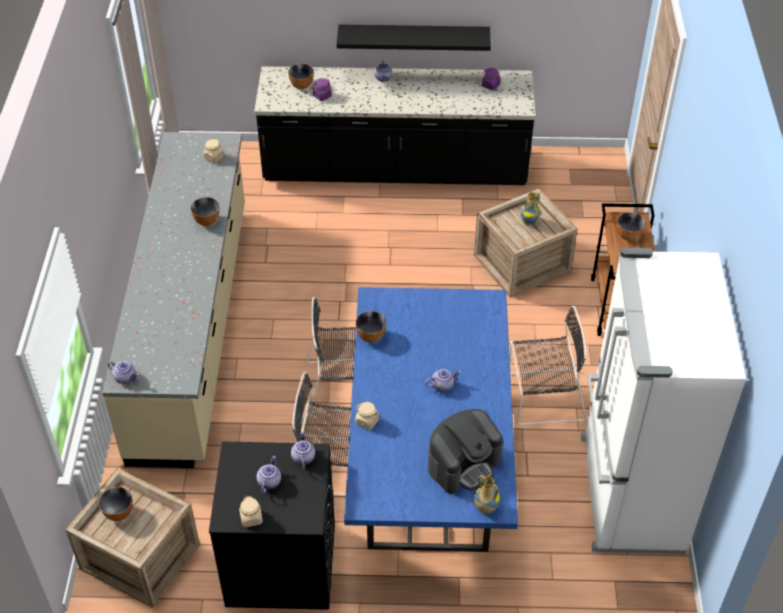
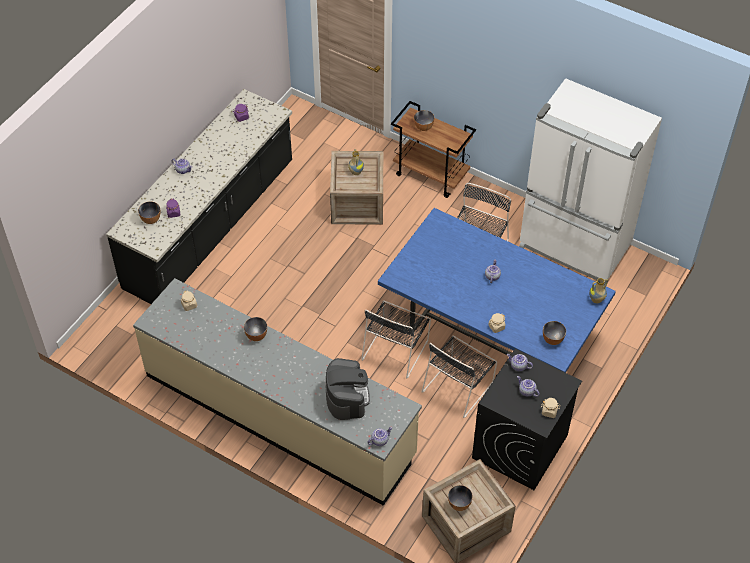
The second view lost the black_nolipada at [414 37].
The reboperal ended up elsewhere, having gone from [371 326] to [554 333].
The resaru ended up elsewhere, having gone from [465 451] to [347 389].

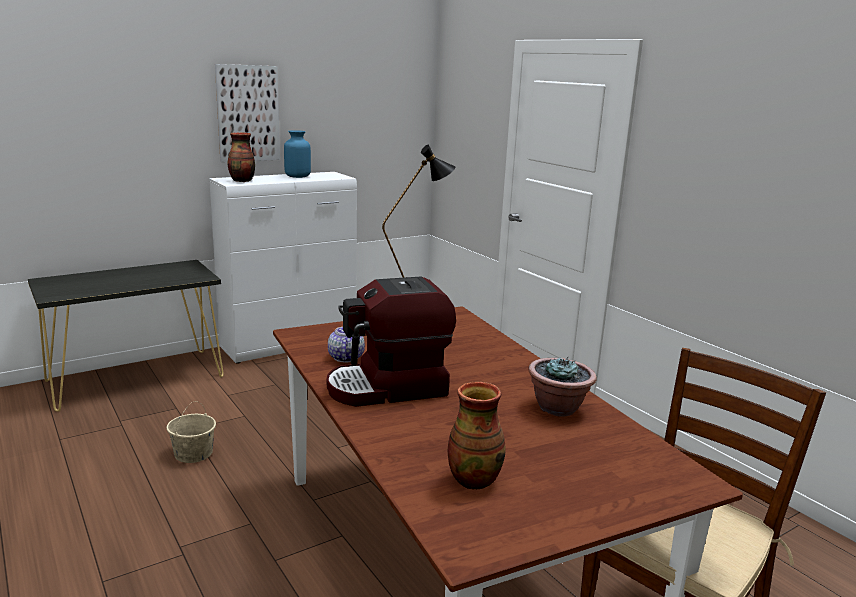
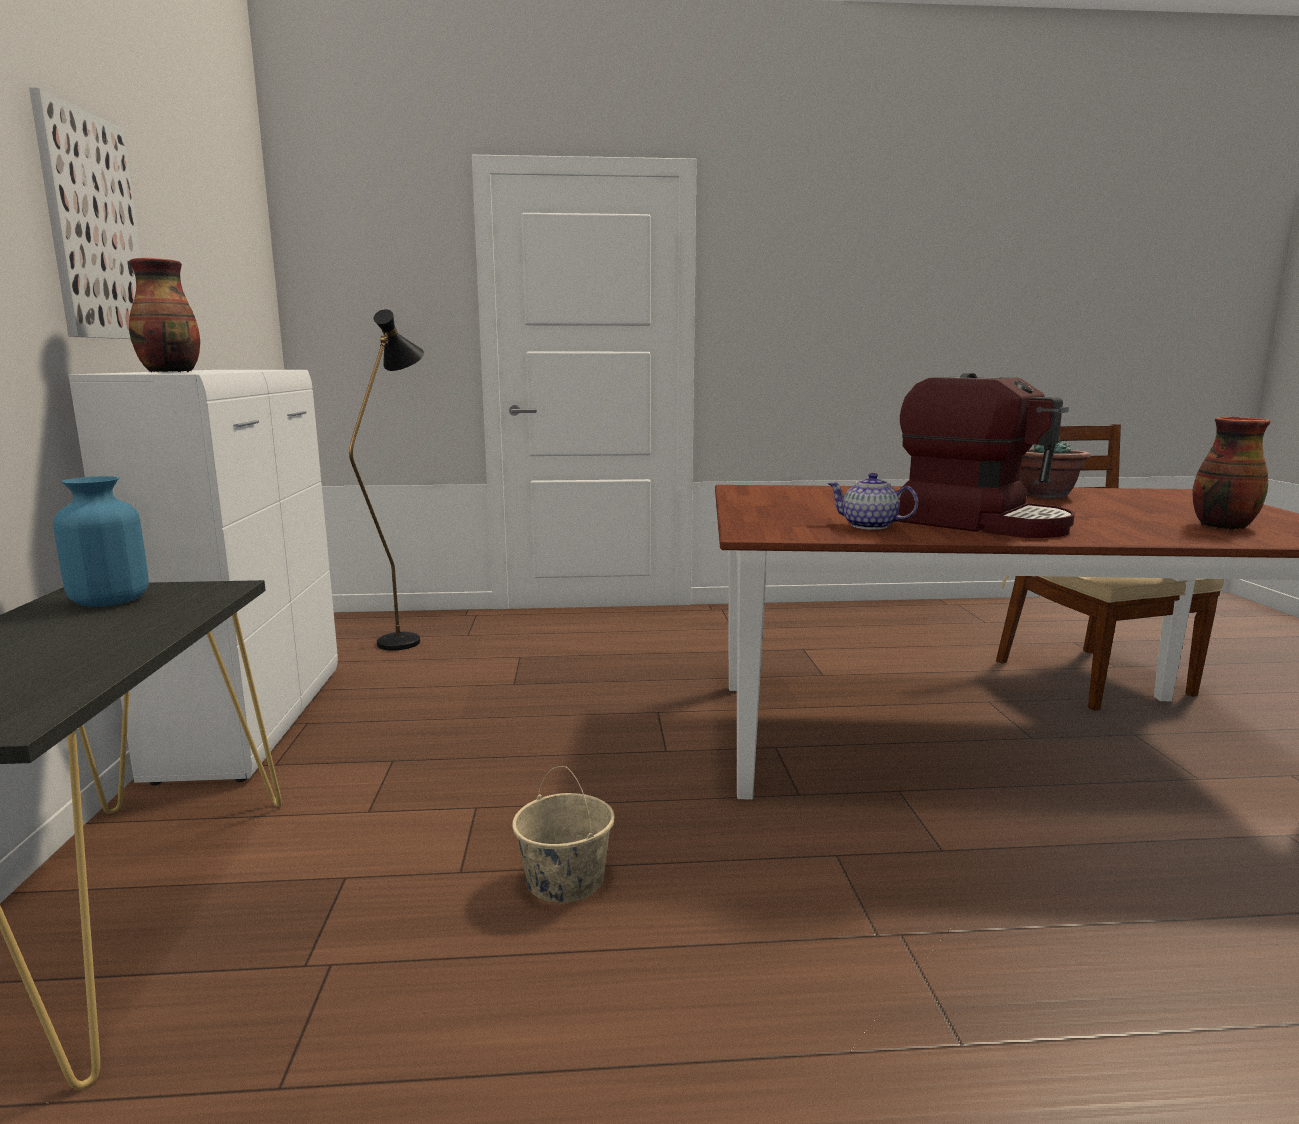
The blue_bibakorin ended up elsewhere, having gone from [297 154] to [101 541].
The resaru at [391 341] ended up facing another way, 60 degrees counterclockwise from before.

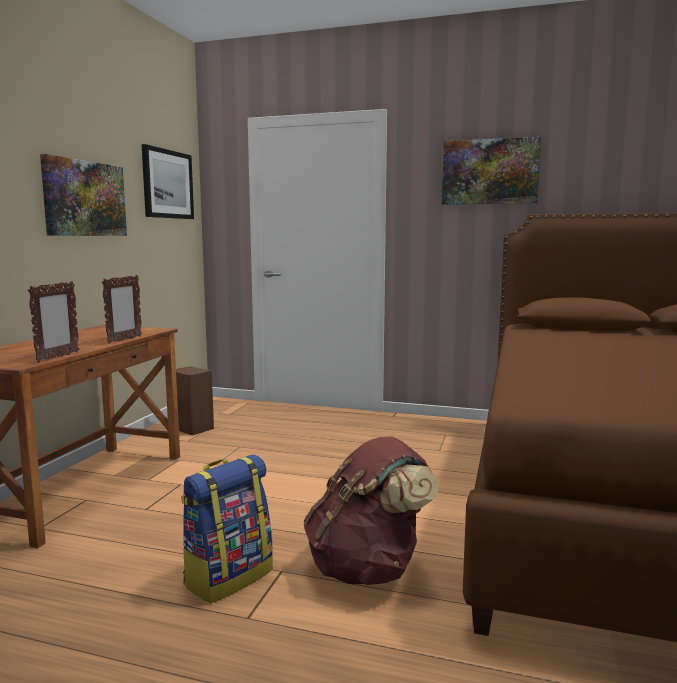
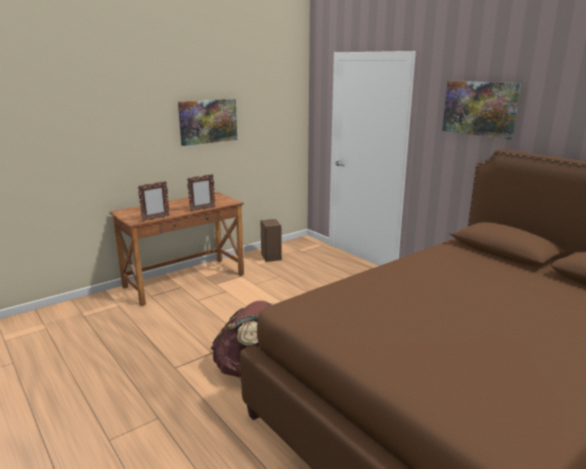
The second view lost the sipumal at [168 181].
The second view lost the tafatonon at [227 529].

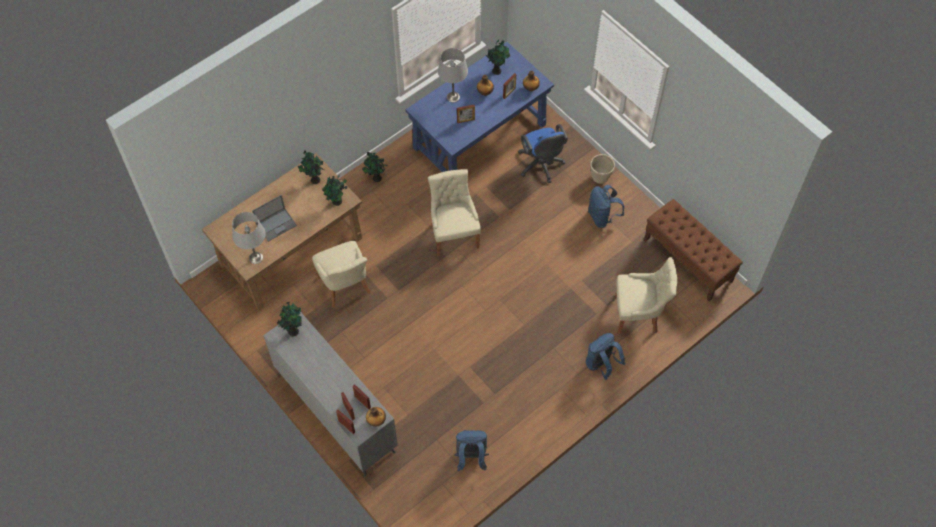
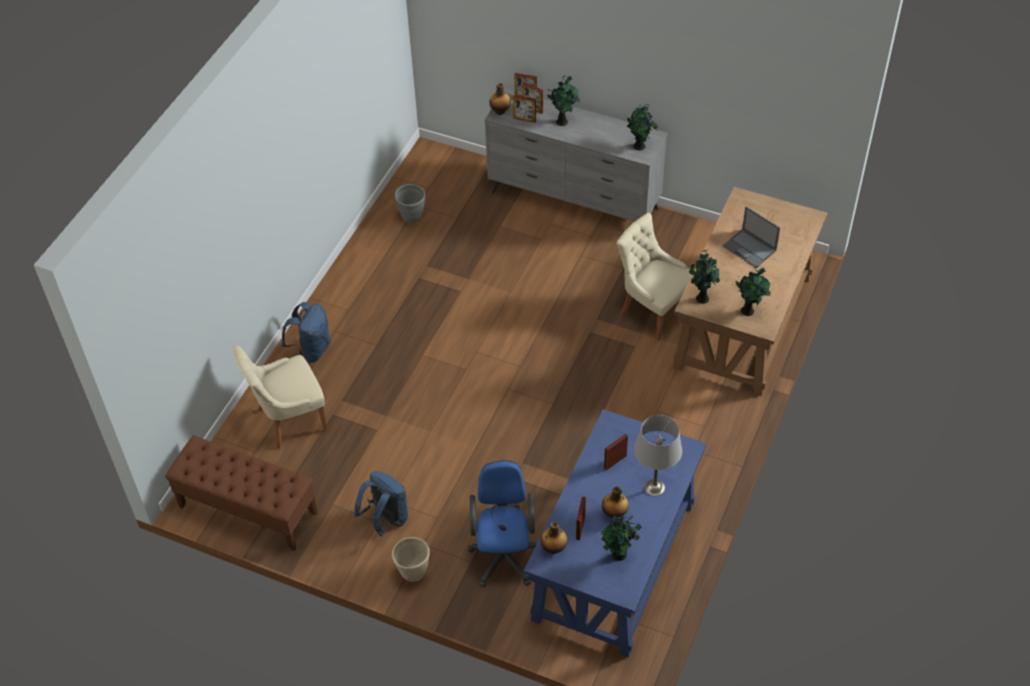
The second view lost the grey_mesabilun at [249 238].
The second view lost the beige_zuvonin at [454 212].
The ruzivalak ended up elsewhere, having gone from [374 167] to [563 100].
Where the blue_tafatonon stood at [471 450], the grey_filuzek came to stand at [410 203].
The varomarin at [274 218] ended up facing another way, 75 degrees counterclockwise from before.
The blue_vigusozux at [543 153] ended up facing another way, 45 degrees clockwise from before.

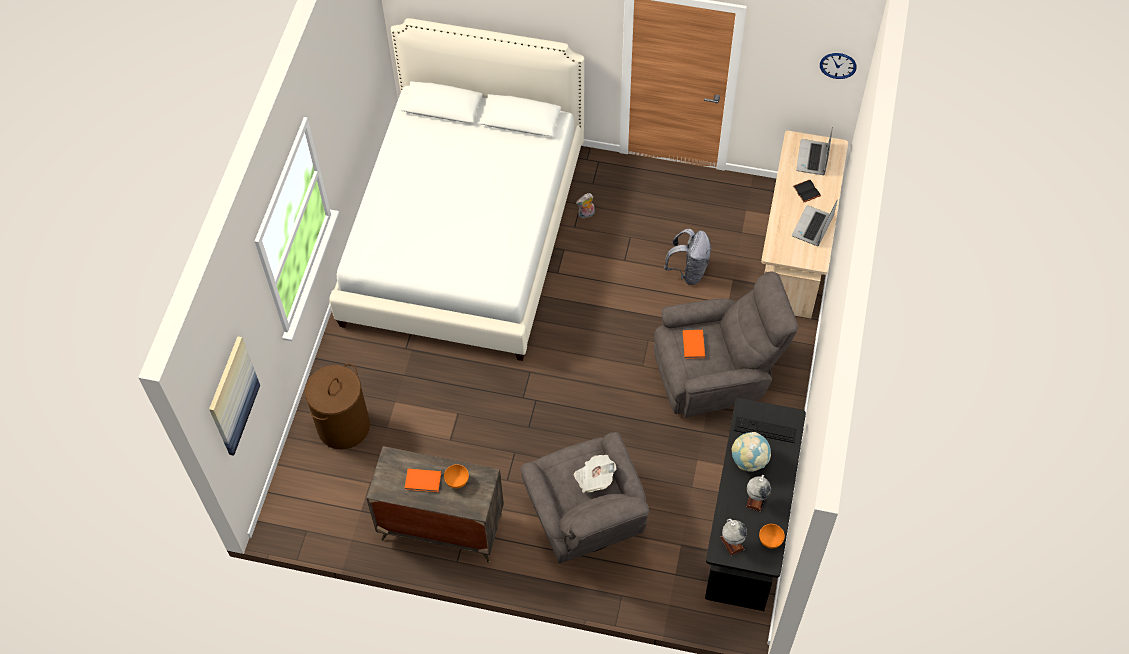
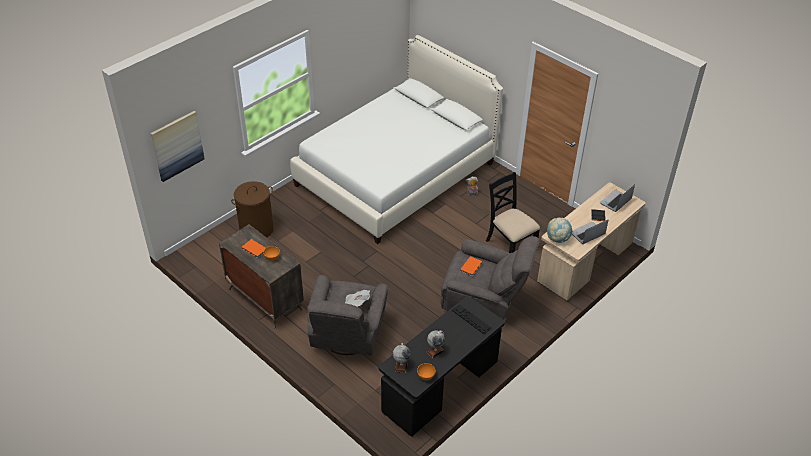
The second view lost the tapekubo at [838 66].
The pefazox ended up elsewhere, having gone from [751 452] to [559 230].
Where the grey_tafatonon stood at [687 257], the black_zuvonin came to stand at [513 212].

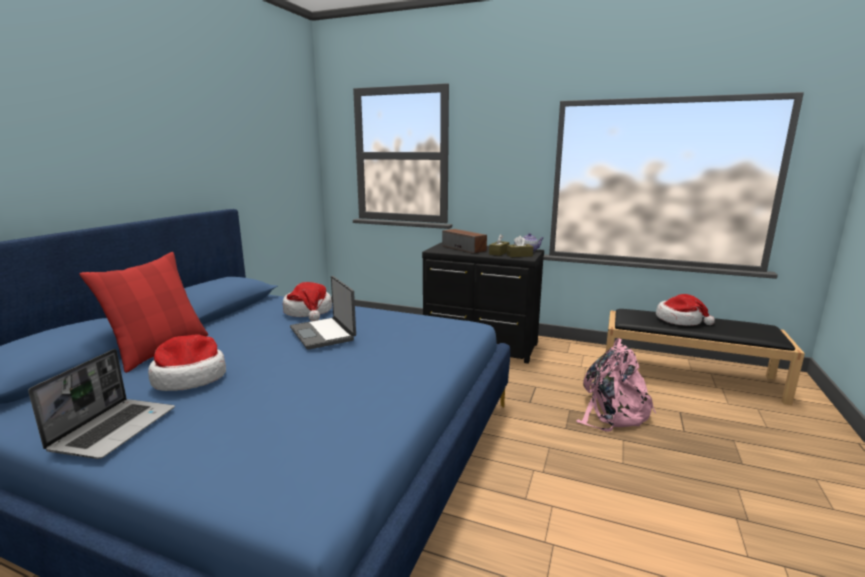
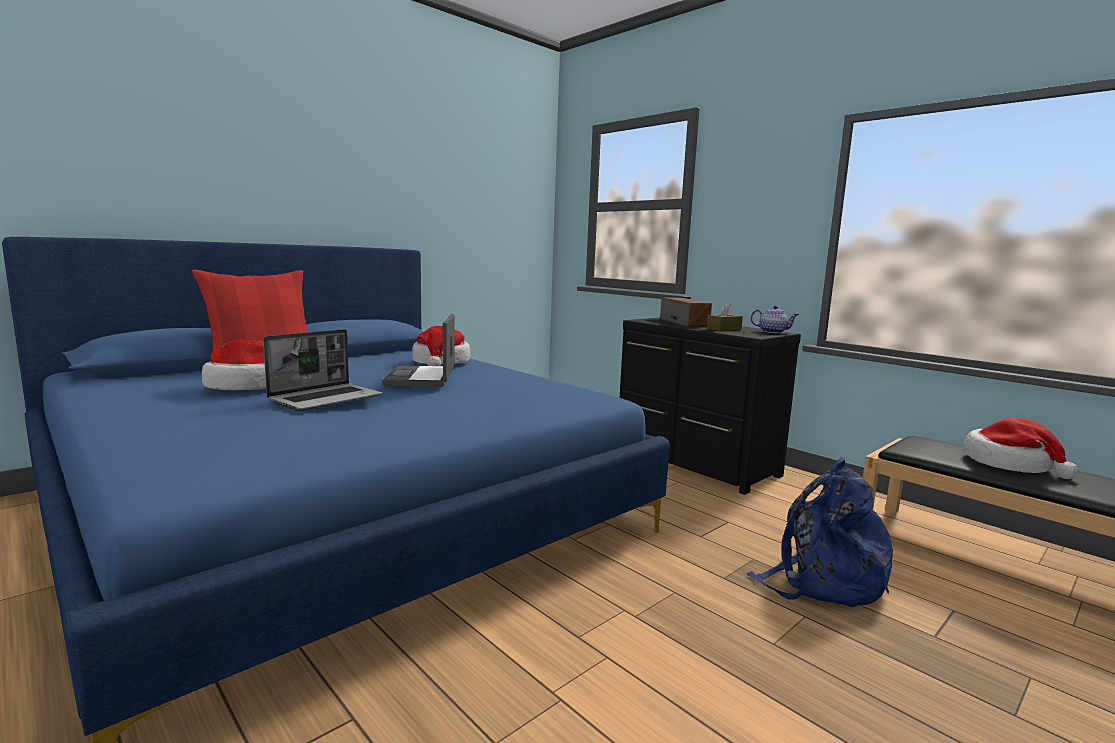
The second view lost the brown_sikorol at [520 246].
The varomarin ended up elsewhere, having gone from [101 404] to [322 370].
What was the pink_tafatonon at [616 385] turned into the blue_tafatonon at [820 532].

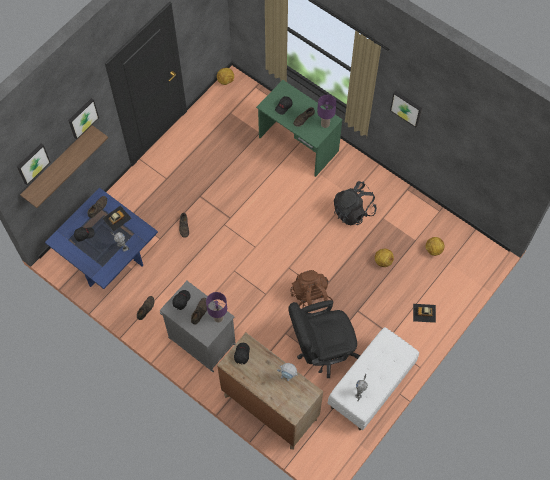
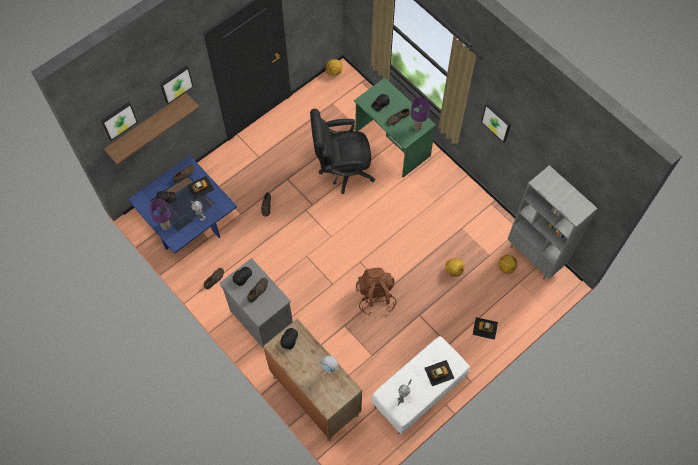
The second view lost the black_tafatonon at [355 203].
The second view gained the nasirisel at [439 373].
The second view gained the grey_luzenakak at [552 222].
The purple_mesabilun ended up elsewhere, having gone from [216 307] to [160 214].
The black_vigusozux ended up elsewhere, having gone from [324 339] to [342 151].

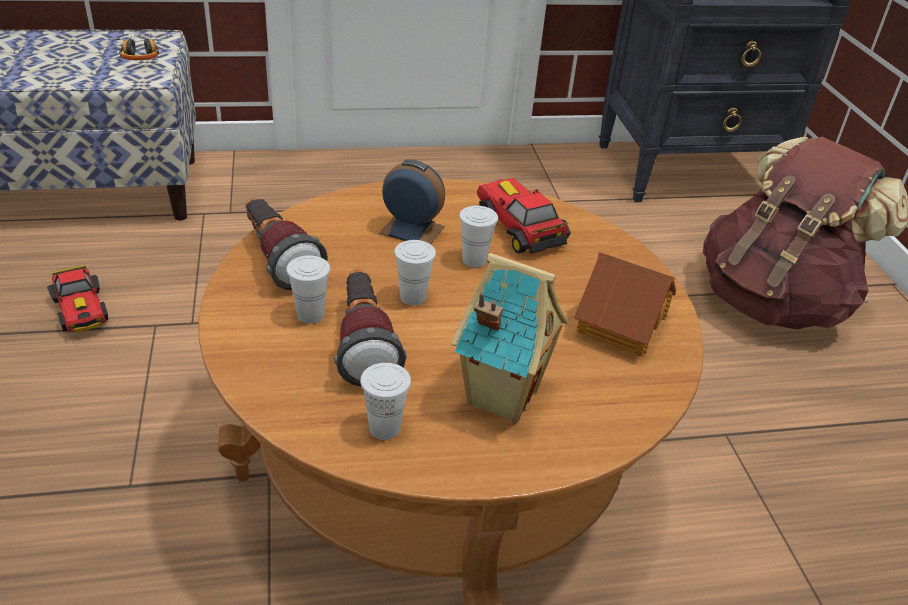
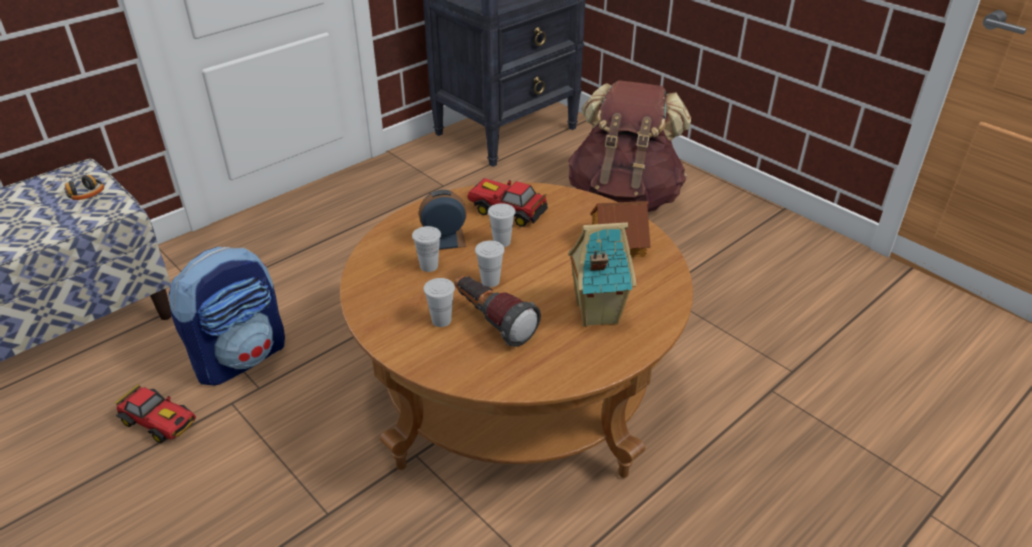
The second view lost the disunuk at [286 244].
The second view gained the tafatonon at [226 316].
The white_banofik ended up elsewhere, having gone from [385 401] to [426 249].

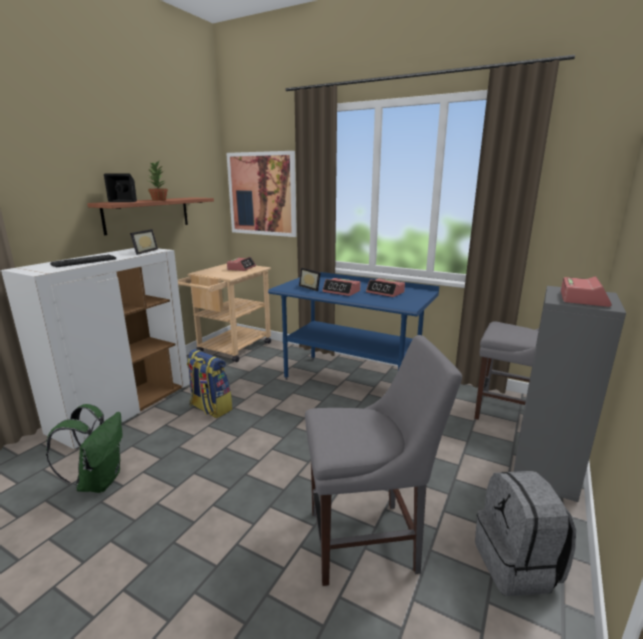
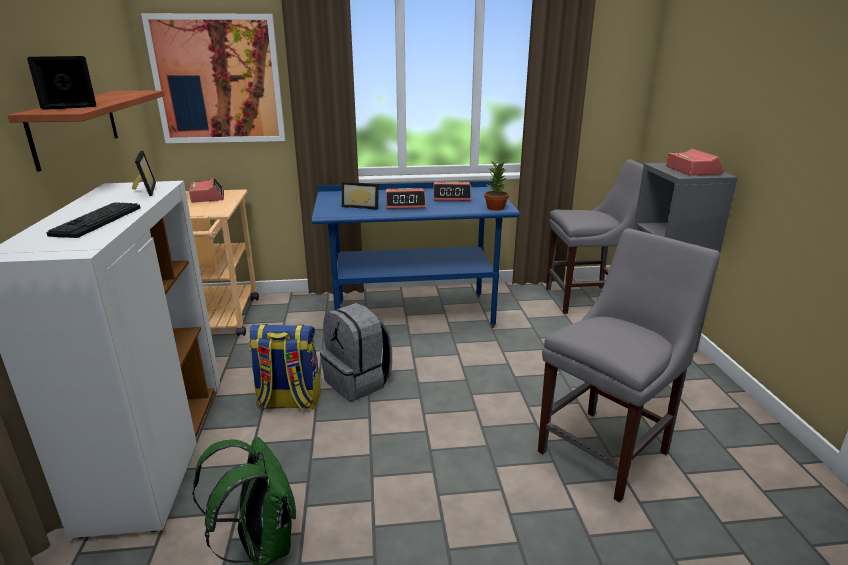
The ruzivalak ended up elsewhere, having gone from [158 181] to [496 184].
The grey_tafatonon ended up elsewhere, having gone from [525 533] to [356 352].

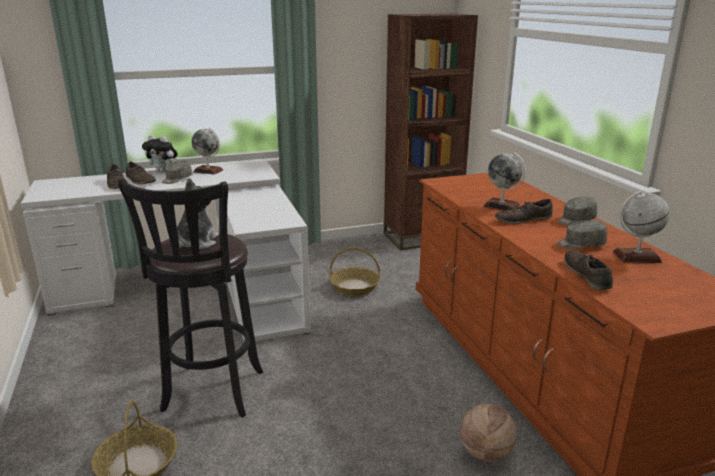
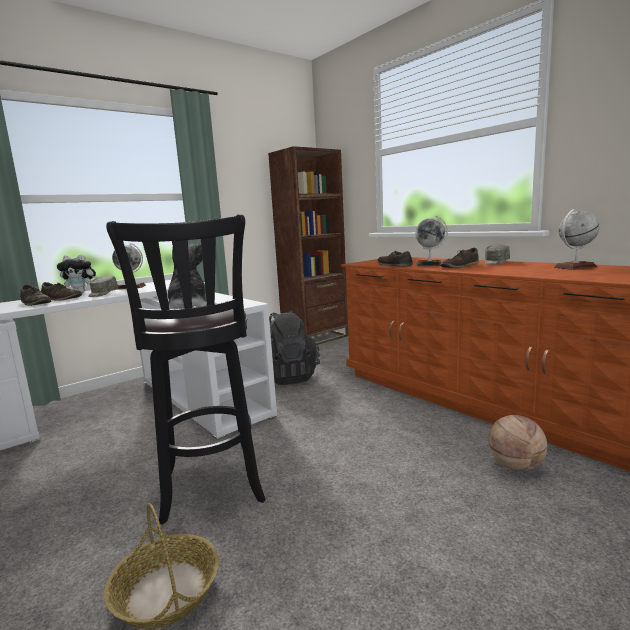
The second view lost the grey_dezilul at [581 234].
The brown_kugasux ended up elsewhere, having gone from [588 270] to [395 259].
Where the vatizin stood at [354 271], the black_tafatonon came to stand at [294 348].

